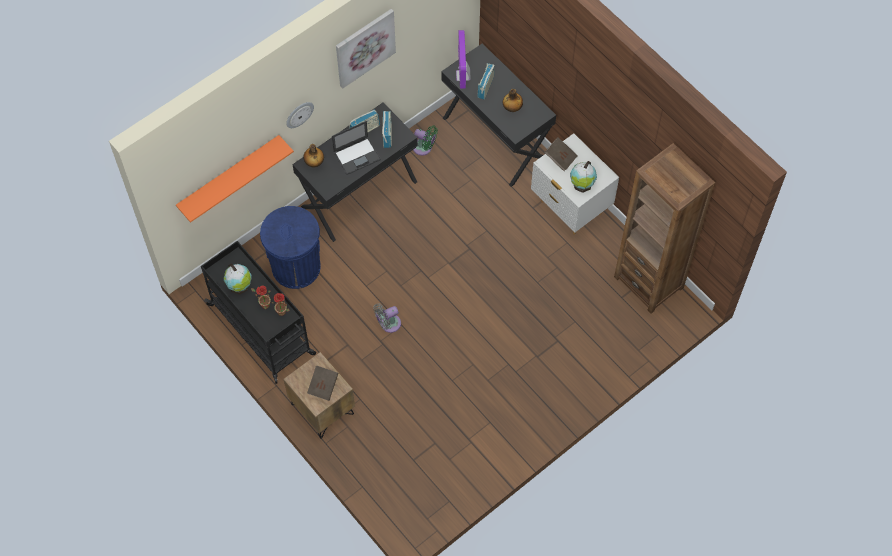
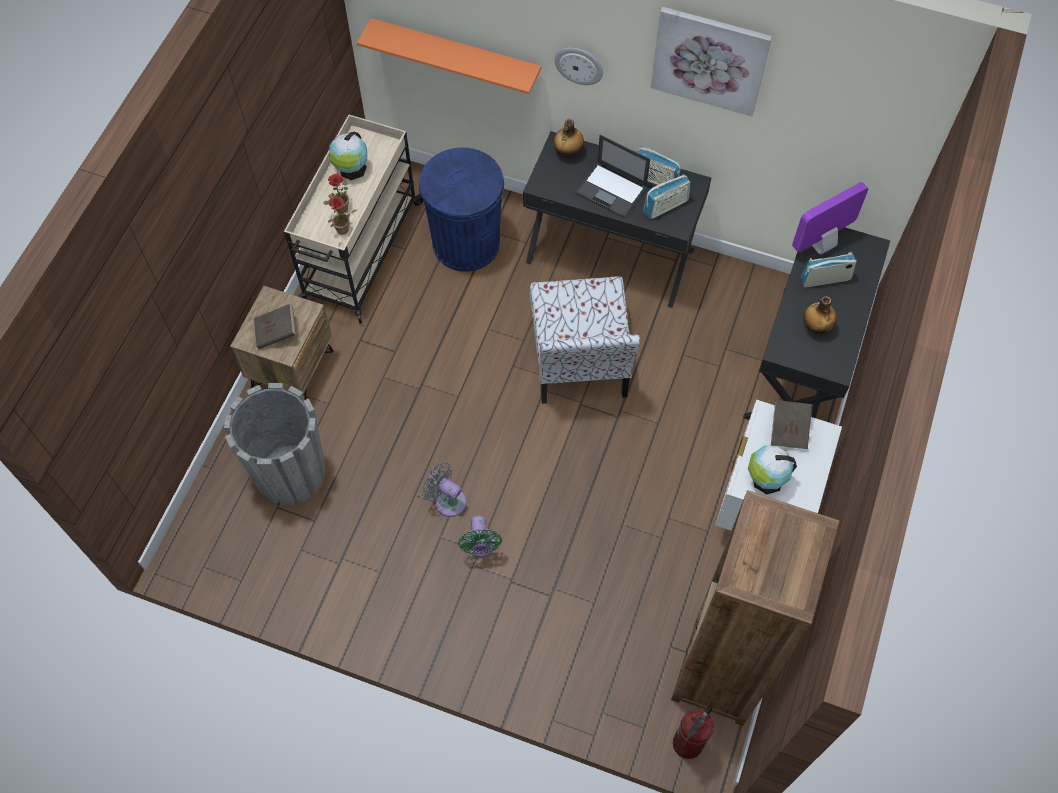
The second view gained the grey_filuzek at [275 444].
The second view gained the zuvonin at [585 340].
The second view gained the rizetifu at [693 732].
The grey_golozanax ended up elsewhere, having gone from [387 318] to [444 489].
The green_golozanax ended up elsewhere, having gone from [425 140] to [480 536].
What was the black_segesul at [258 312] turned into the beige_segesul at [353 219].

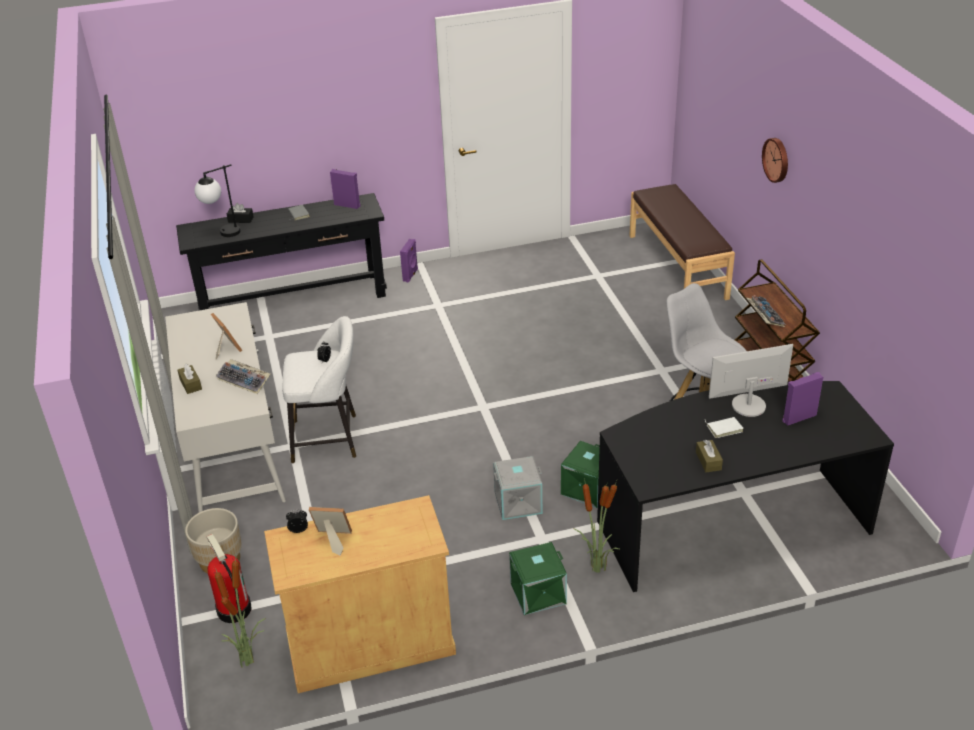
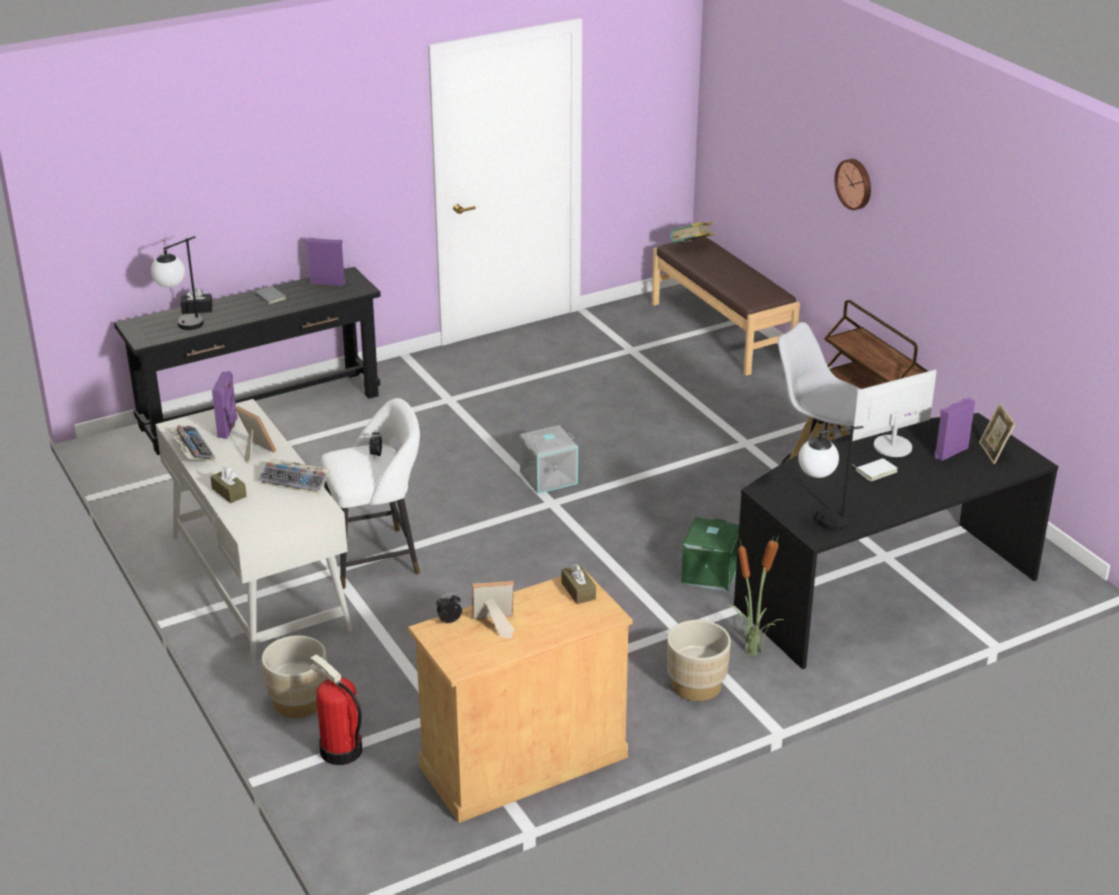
The second view lost the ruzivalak at [240 612].
The second view gained the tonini at [692 232].
The second view gained the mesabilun at [831 478].
The second view gained the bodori at [997 433].
The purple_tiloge ended up elsewhere, having gone from [409 260] to [225 405].
The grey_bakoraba ended up elsewhere, having gone from [518 488] to [549 459].
The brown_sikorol ended up elsewhere, having gone from [709 456] to [579 584].
The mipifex ended up elsewhere, having gone from [766 311] to [192 443].
Where the green_bakoraba stood at [538 578], the beige_filuzek came to stand at [699 660].

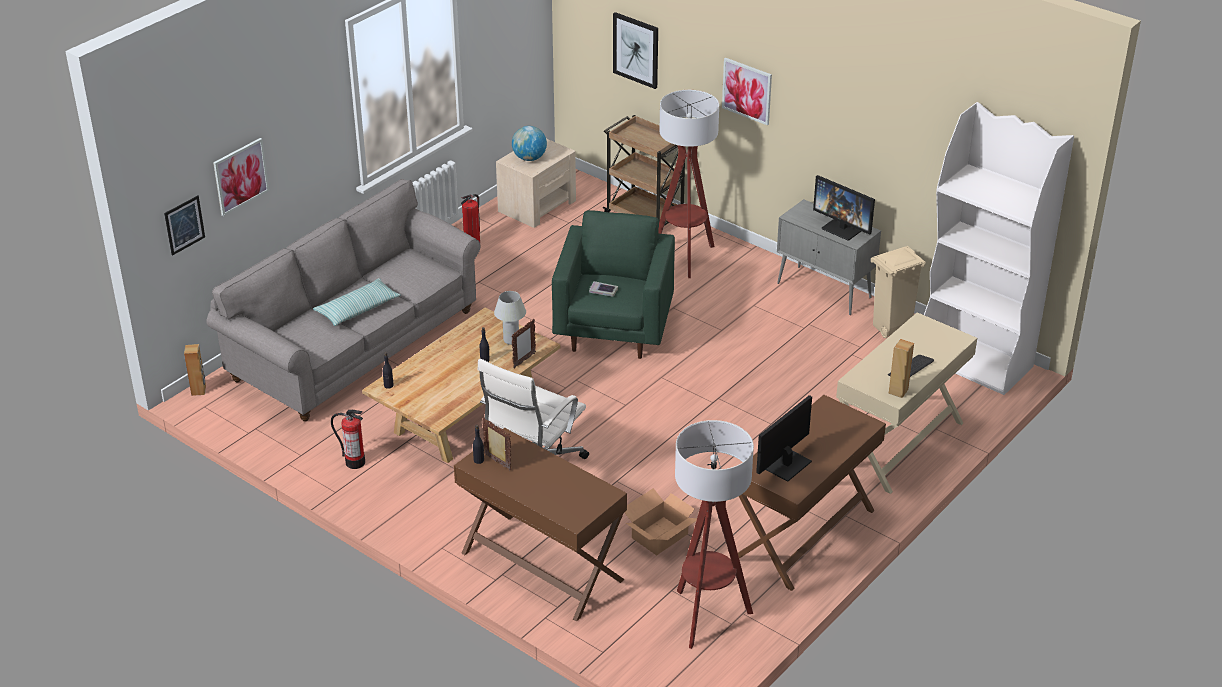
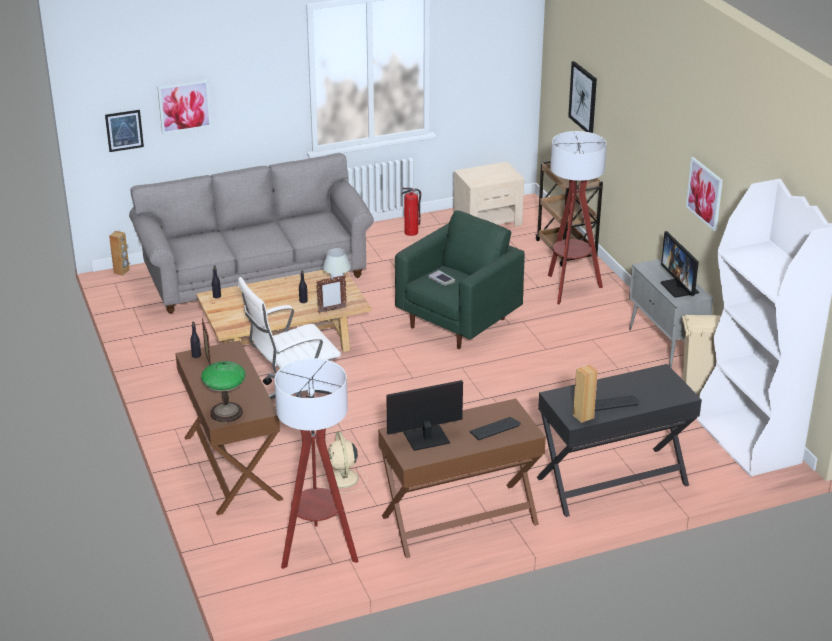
The second view lost the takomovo at [357 302].
The second view lost the rizetifu at [348 439].
The second view lost the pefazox at [529 143].
The second view gained the mesabilun at [223 391].
The second view gained the mipifex at [495 428].
The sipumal ended up elsewhere, having gone from [747 91] to [704 194].
Where the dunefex stood at [660 521], the beige_golozanax came to stand at [343 462].
What was the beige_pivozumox at [906 403] turned into the black_pivozumox at [619 440].

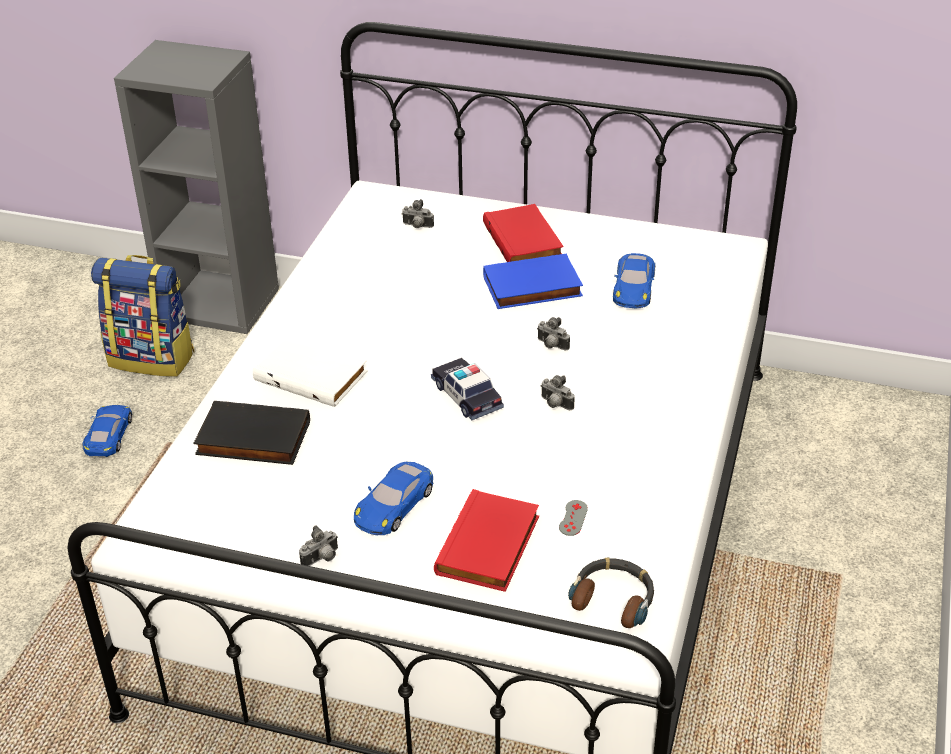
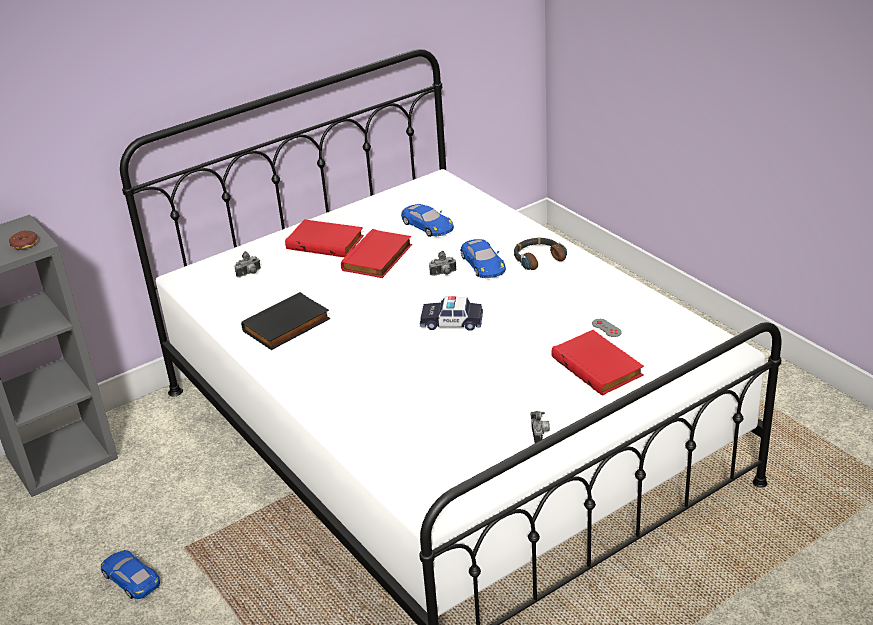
The second view lost the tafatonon at [142 316].
The second view lost the white_tonini at [310 371].
The second view lost the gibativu at [558 392].
The second view gained the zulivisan at [23 240].
The black_tonini ended up elsewhere, having gone from [251 433] to [285 321].
The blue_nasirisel ended up elsewhere, having gone from [393 498] to [483 258].
The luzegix ended up elsewhere, having gone from [611 593] to [540 253].
What was the blue_tonini at [533 281] turned into the red_tonini at [376 253].

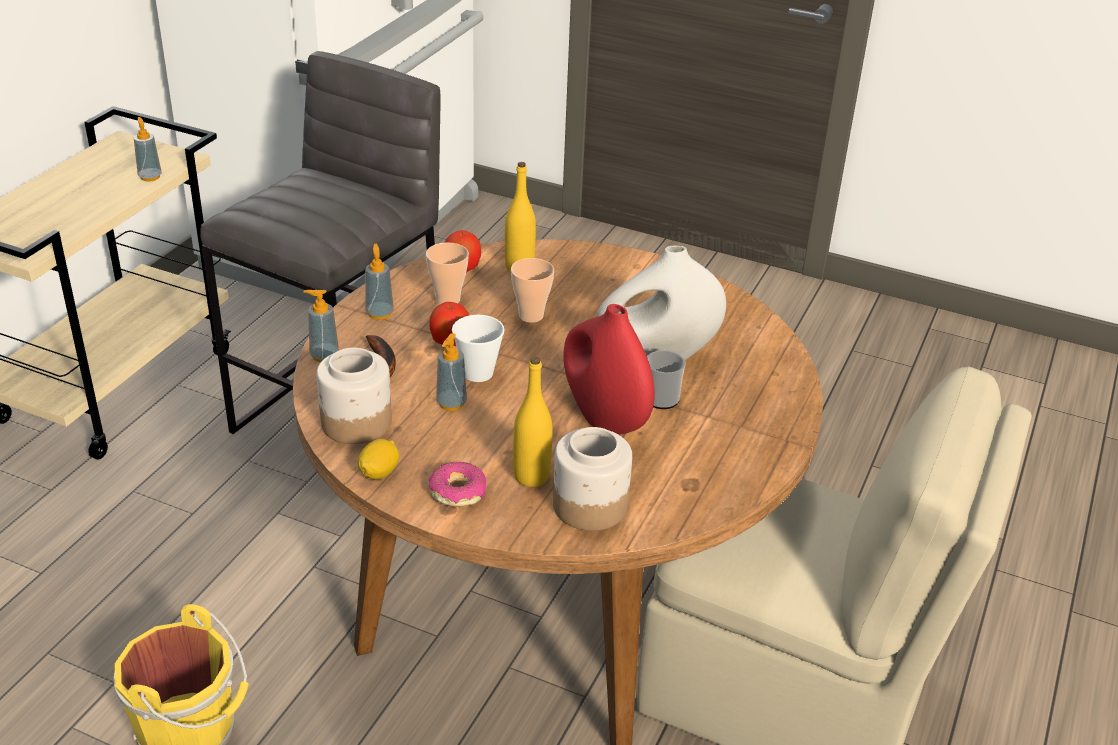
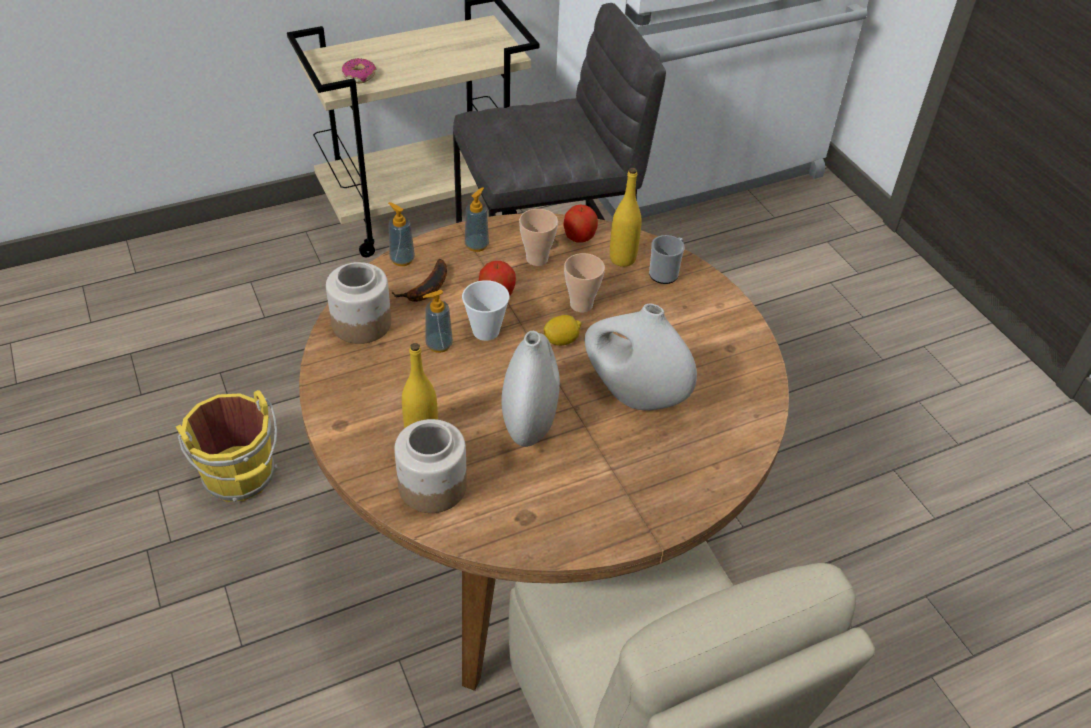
The second view lost the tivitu at [148 149].
The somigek ended up elsewhere, having gone from [378 459] to [562 330].
The zulivisan ended up elsewhere, having gone from [458 484] to [359 71].
The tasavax ended up elsewhere, having gone from [666 379] to [667 259].
What was the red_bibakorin at [609 369] turned into the white_bibakorin at [530 389].

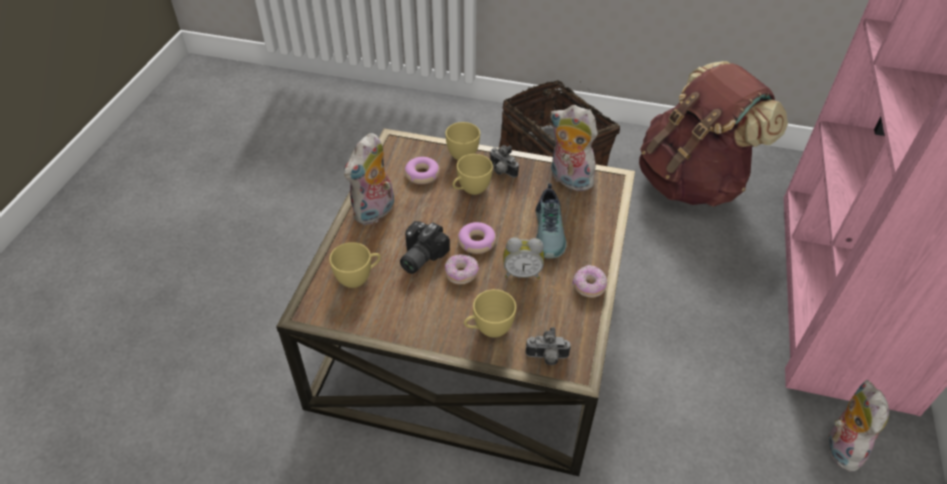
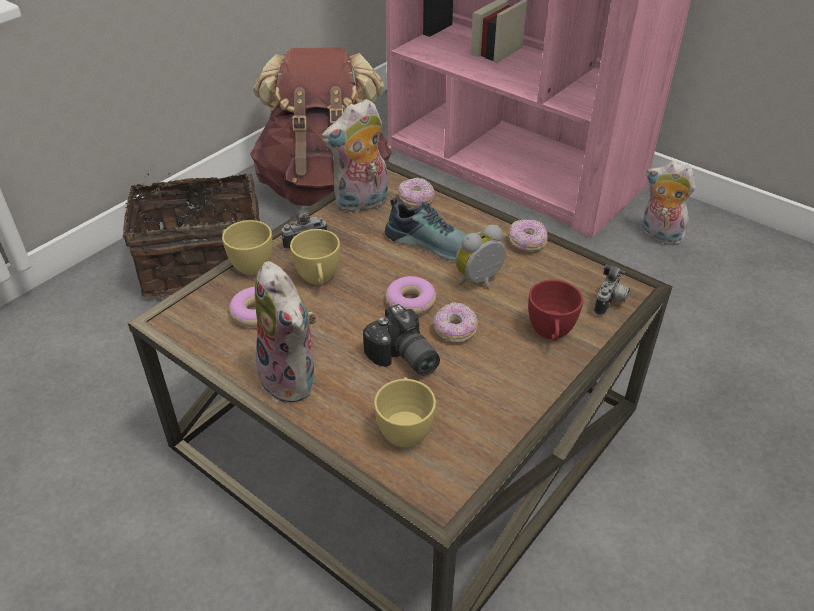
The second view gained the zulivisan at [416 192].
What was the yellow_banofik at [490 313] turned into the red_banofik at [555 310].
The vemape at [523 258] ended up facing another way, 150 degrees counterclockwise from before.

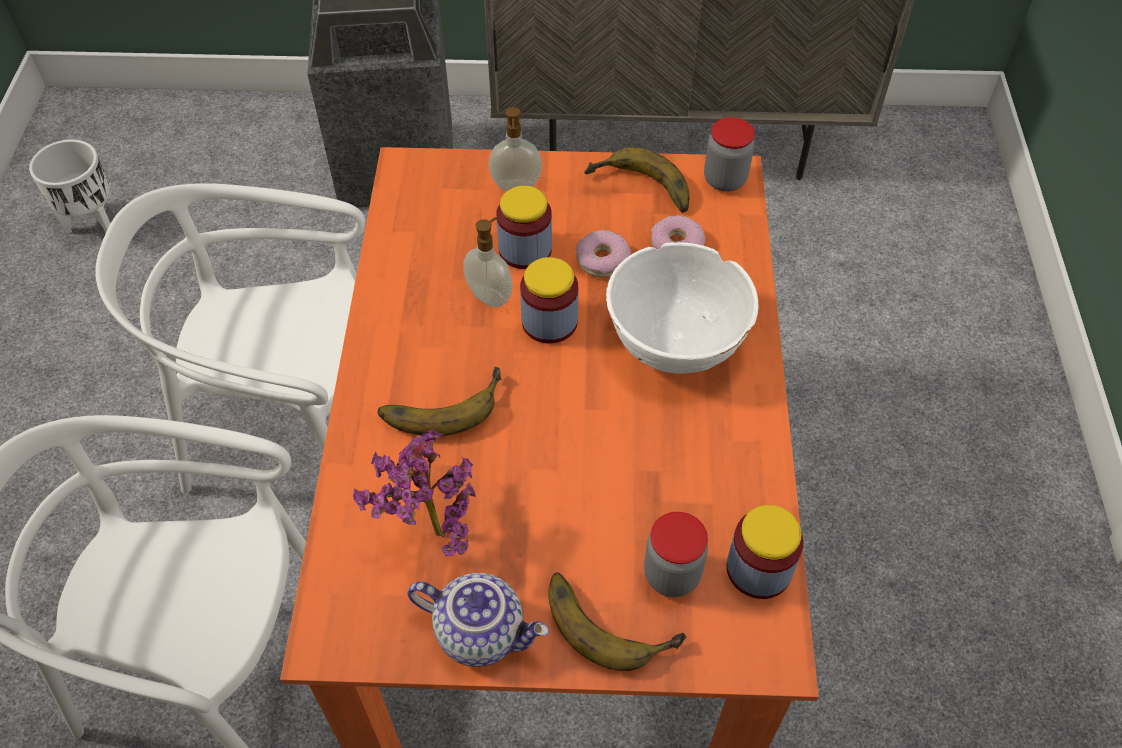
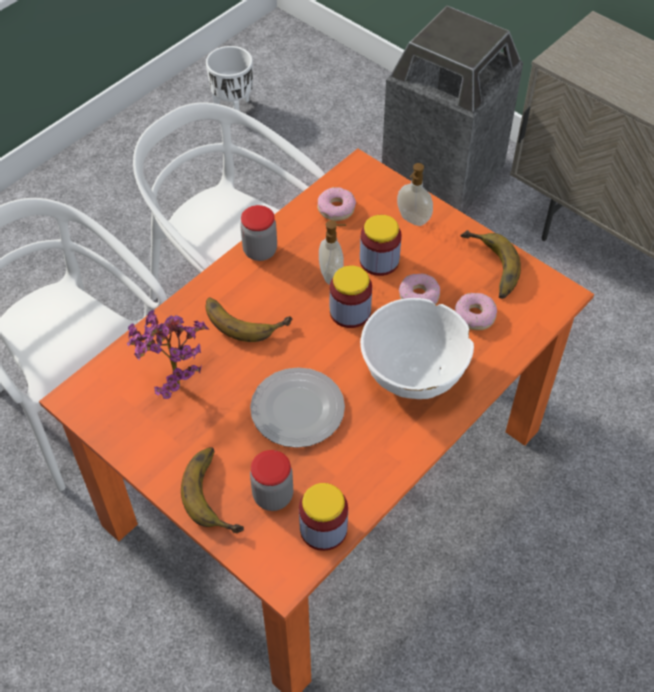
The second view lost the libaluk at [478 620].
The second view gained the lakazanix at [297 407].
The second view gained the zulivisan at [336 204].
The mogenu ended up elsewhere, having gone from [729 154] to [258 233].

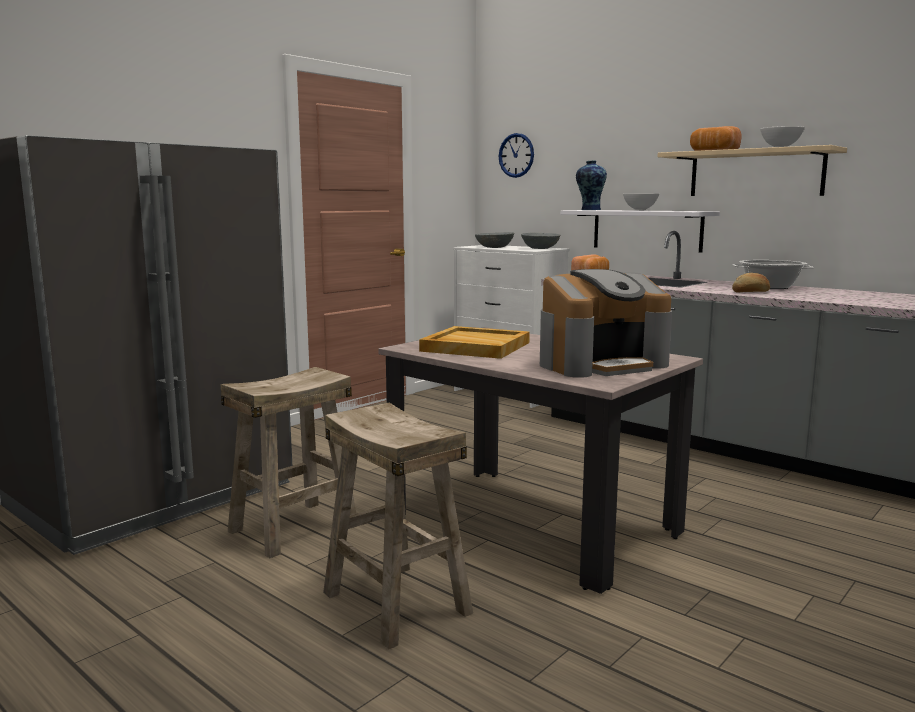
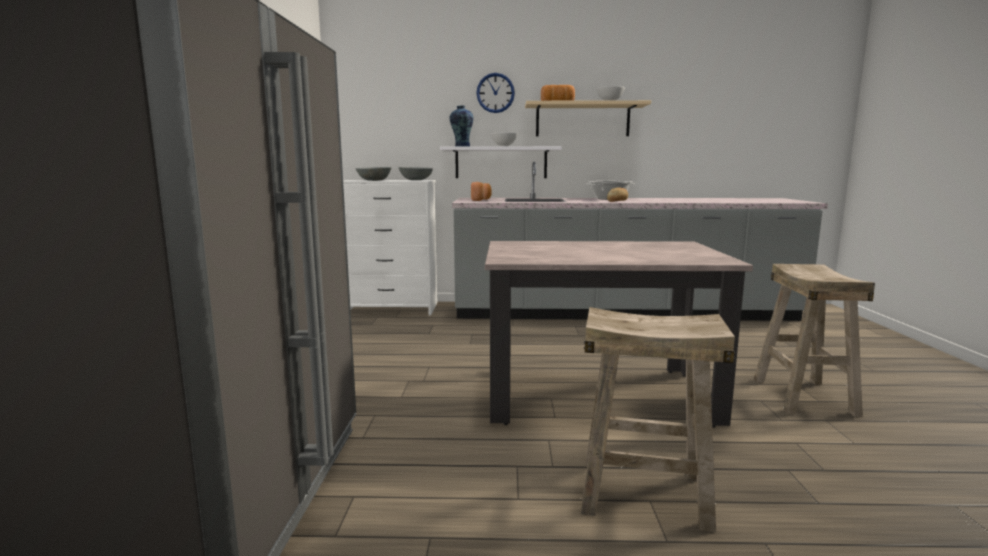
The second view lost the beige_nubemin at [474 342].
The second view lost the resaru at [606 323].
The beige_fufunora ended up elsewhere, having gone from [288 462] to [814 340].
The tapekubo ended up elsewhere, having gone from [516 155] to [496 93].

